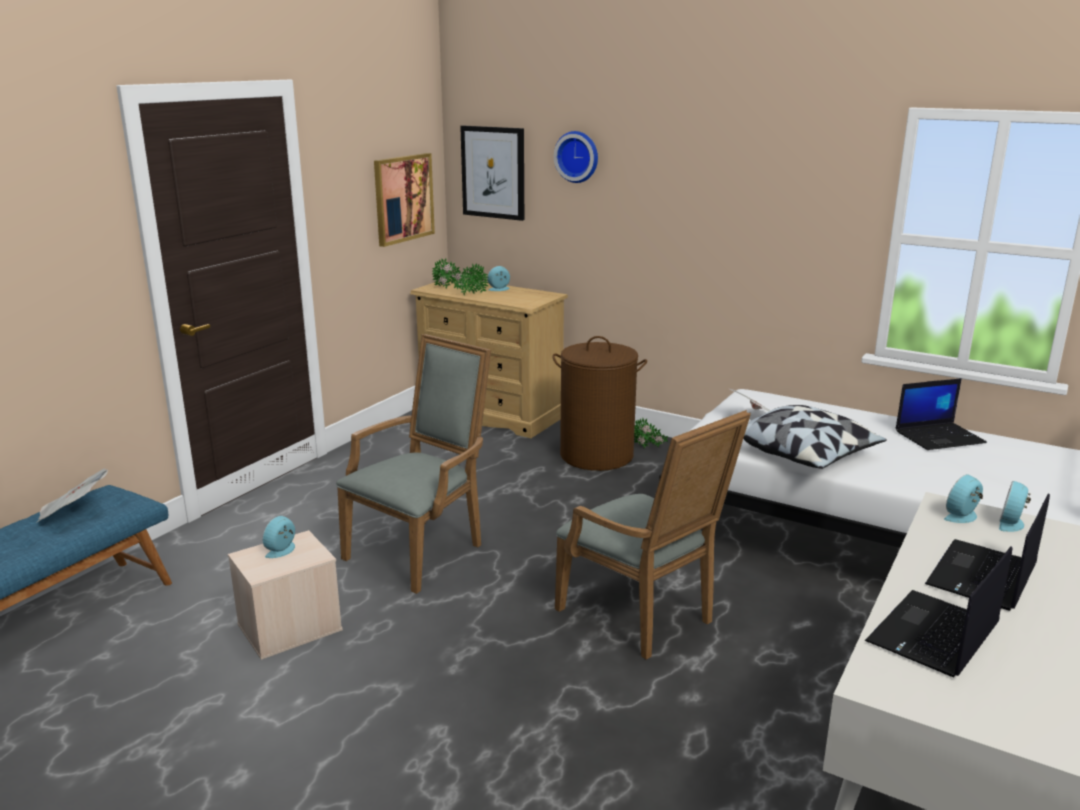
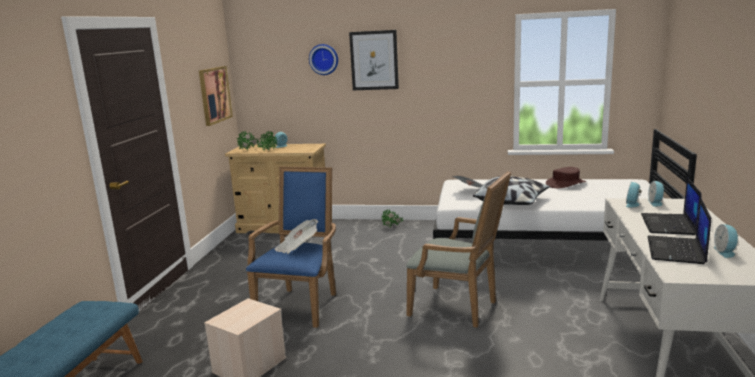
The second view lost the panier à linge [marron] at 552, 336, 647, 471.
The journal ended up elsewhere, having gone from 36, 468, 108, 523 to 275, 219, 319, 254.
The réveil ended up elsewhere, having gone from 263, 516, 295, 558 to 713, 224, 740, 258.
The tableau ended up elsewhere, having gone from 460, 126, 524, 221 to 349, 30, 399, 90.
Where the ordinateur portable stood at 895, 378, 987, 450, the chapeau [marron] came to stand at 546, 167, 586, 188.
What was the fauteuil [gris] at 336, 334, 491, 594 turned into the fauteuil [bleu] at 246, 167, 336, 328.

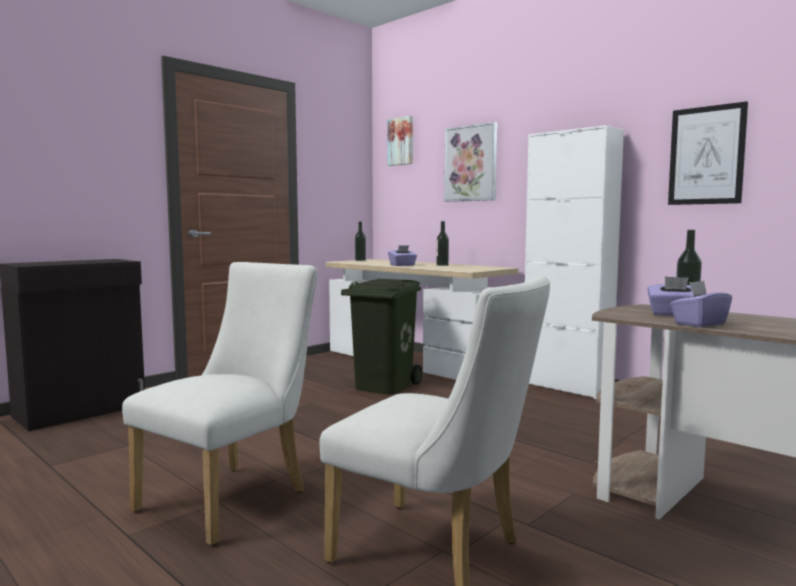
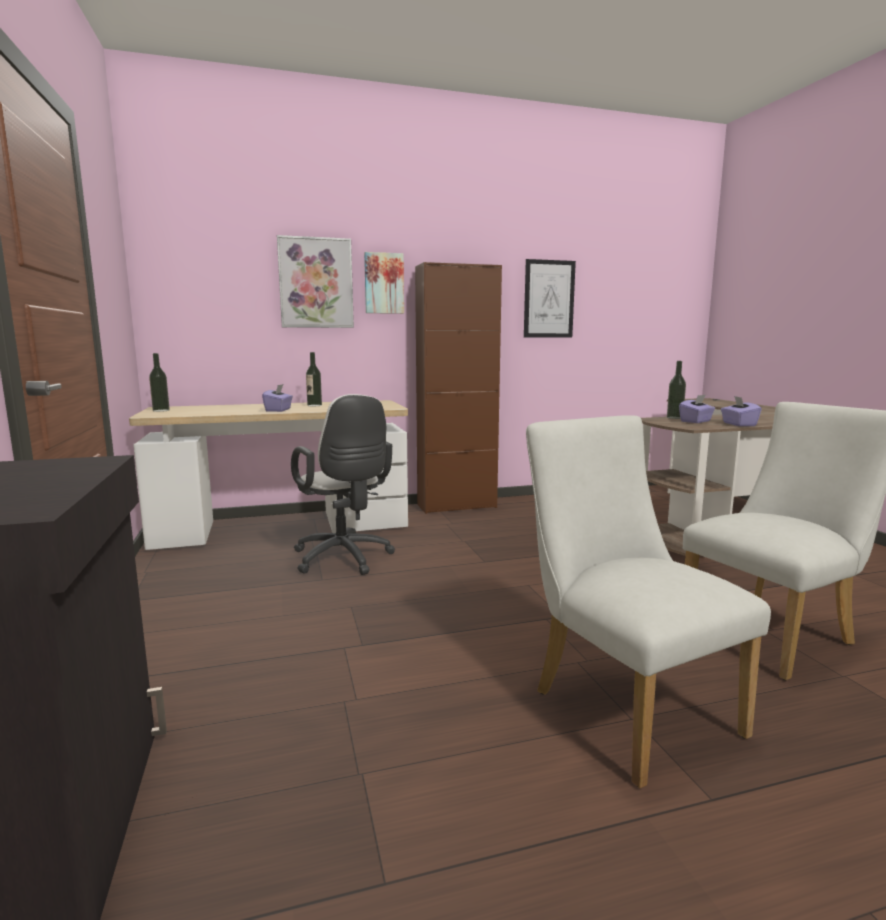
The tableau ended up elsewhere, having gone from 388, 115, 413, 166 to 364, 252, 404, 314.
Where the poubelle [vert] stood at 341, 279, 422, 395, the chaise de bureau [blanc] came to stand at 291, 394, 395, 575.
What was the meuble de rangement [blanc] at 525, 125, 624, 399 turned into the meuble de rangement [marron] at 415, 262, 502, 514.

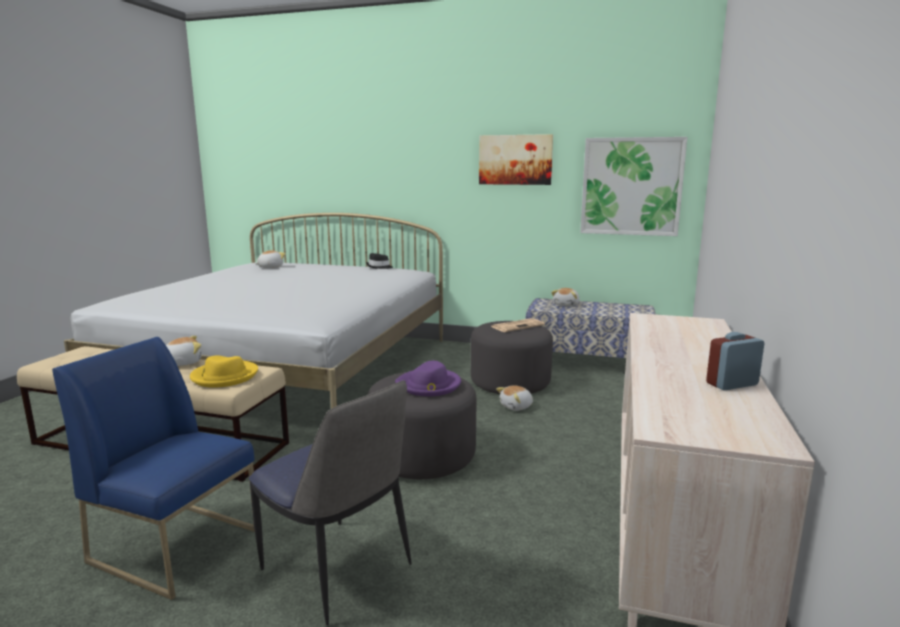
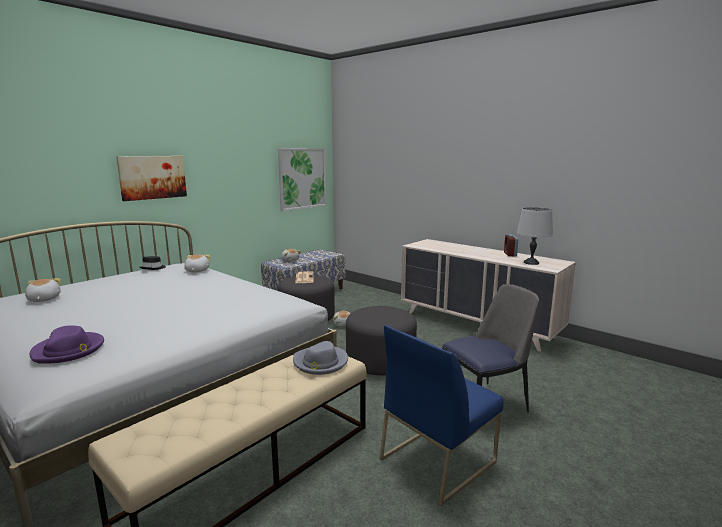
The second view gained the lampe de table [gris] at 517, 207, 553, 265.
The peluche ended up elsewhere, having gone from 166, 336, 202, 366 to 184, 255, 210, 273.
The chapeau [violet] ended up elsewhere, having gone from 395, 360, 461, 396 to 29, 325, 104, 364.
The tableau ended up elsewhere, having gone from 479, 134, 553, 185 to 116, 156, 187, 201.
What was the chapeau [jaune] at 190, 355, 258, 388 turned into the chapeau [gris] at 293, 341, 348, 375.

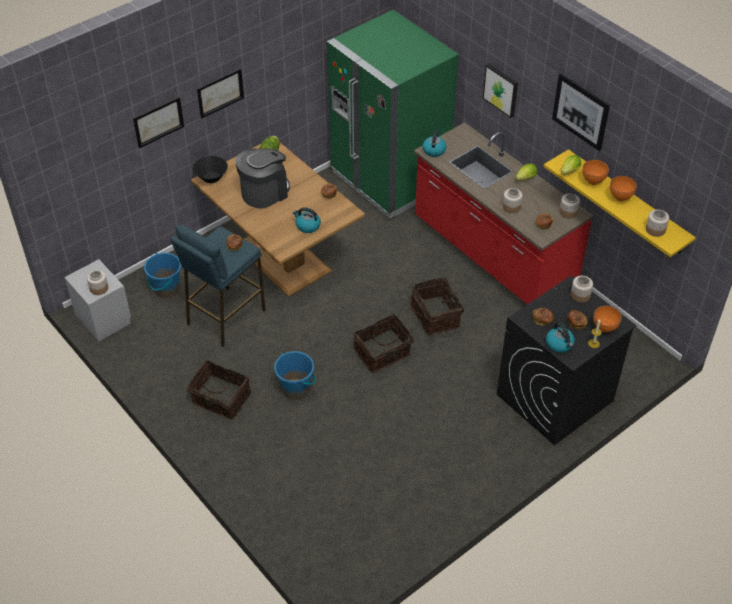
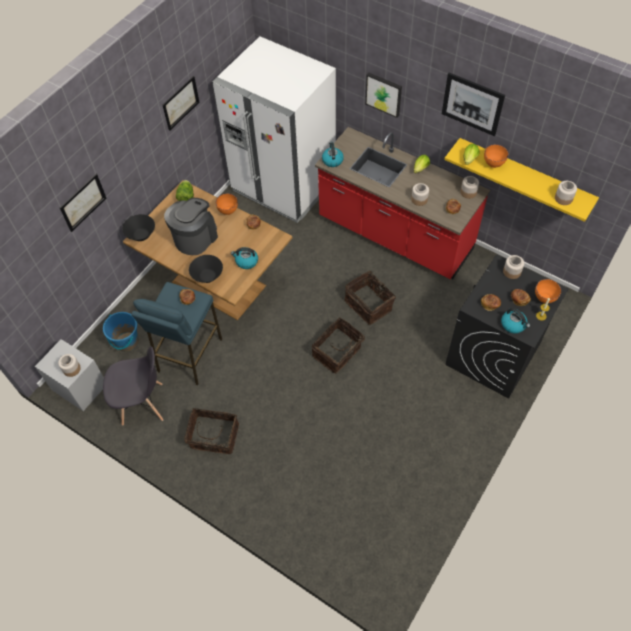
The second view lost the seau [bleu] at 274, 351, 316, 400.
The second view gained the chaise [gris] at 103, 346, 164, 426.
The second view gained the bol [noir] at 189, 255, 223, 283.
The tableau ended up elsewhere, having gone from 197, 68, 244, 119 to 163, 76, 200, 131.
The bol [orange] ended up elsewhere, having gone from 610, 176, 637, 201 to 216, 193, 238, 215.
What was the réfrigérateur [vert] at 327, 10, 459, 218 turned into the réfrigérateur [blanc] at 212, 36, 336, 223.

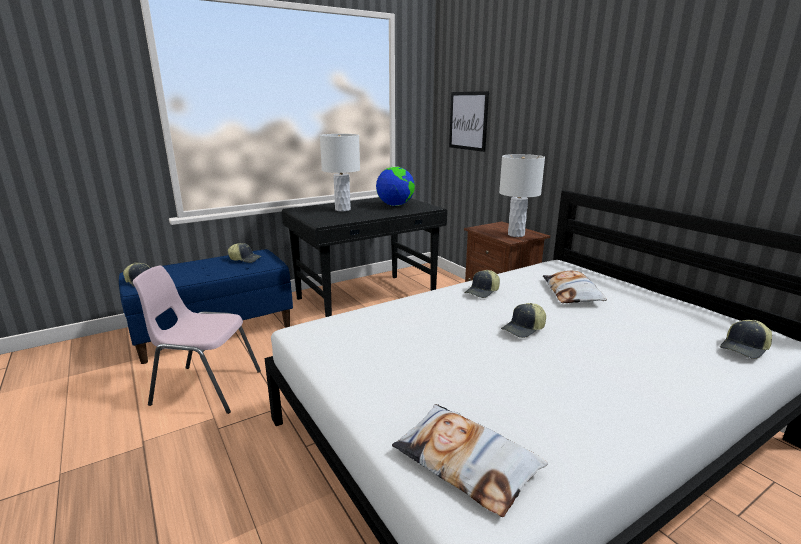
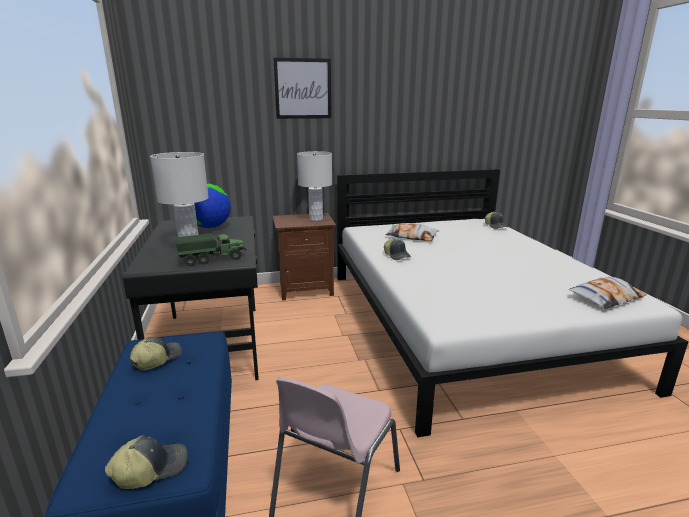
The second view lost the casquette at 501, 303, 546, 338.
The second view gained the camion jouet at 175, 233, 247, 266.
The tableau ended up elsewhere, having gone from 449, 91, 489, 152 to 273, 58, 331, 119.

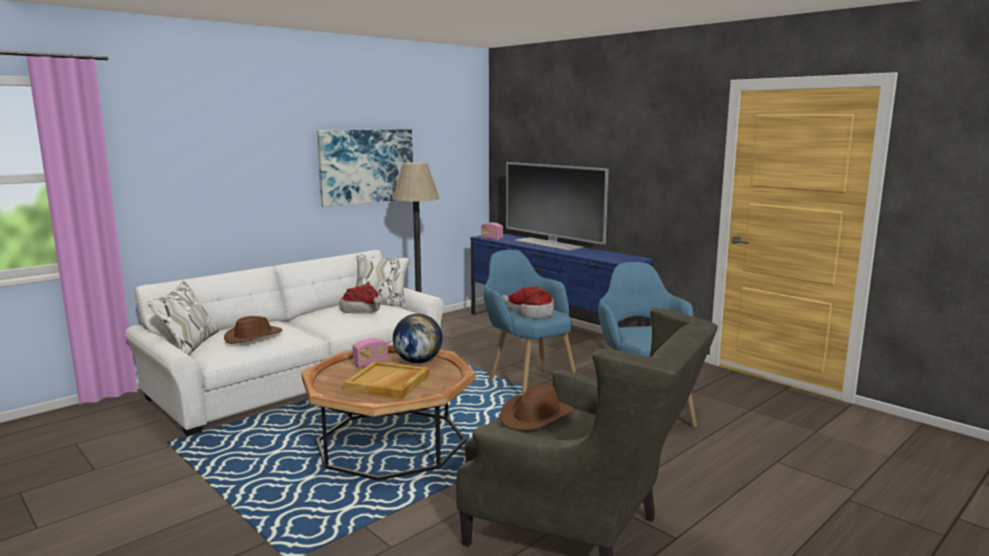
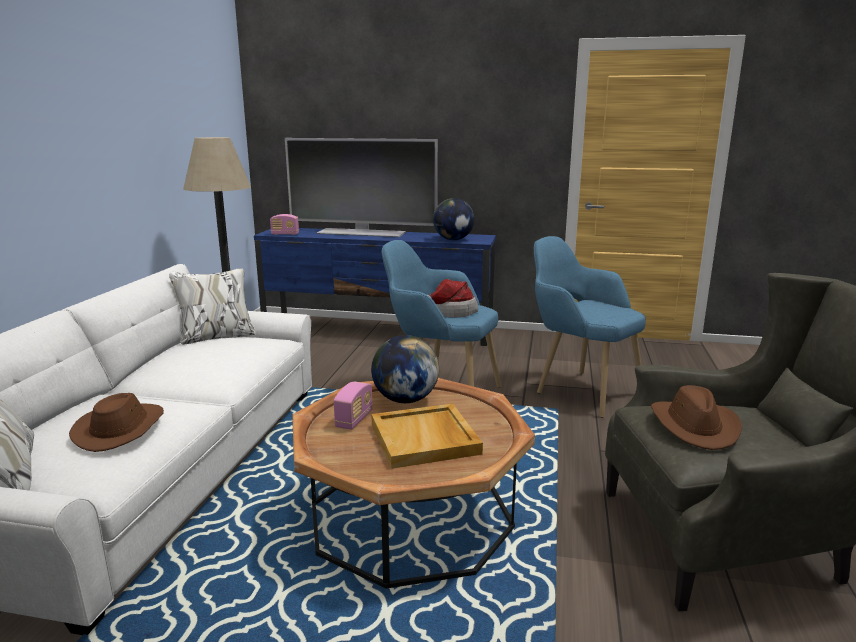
The second view lost the tableau at 317, 129, 413, 207.
The second view lost the chapeau at 339, 283, 381, 313.
The second view gained the globe at 433, 198, 475, 240.

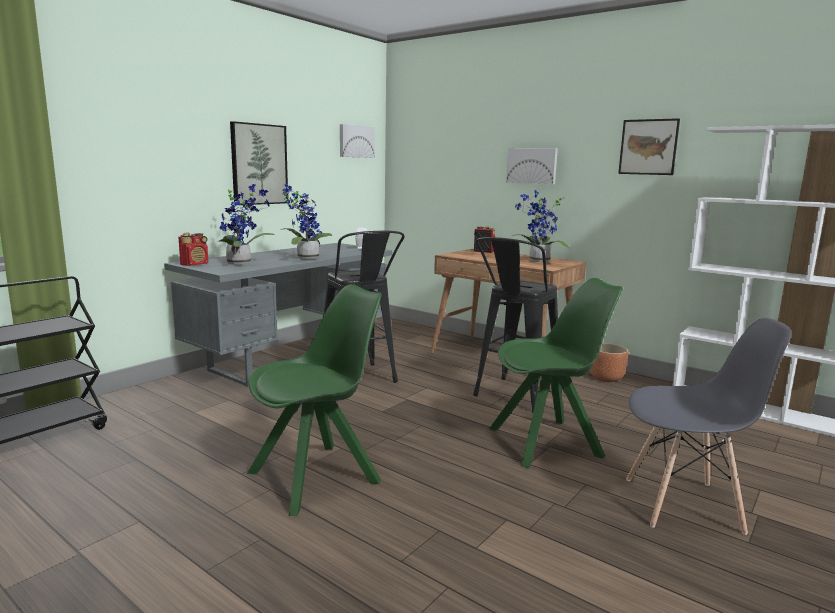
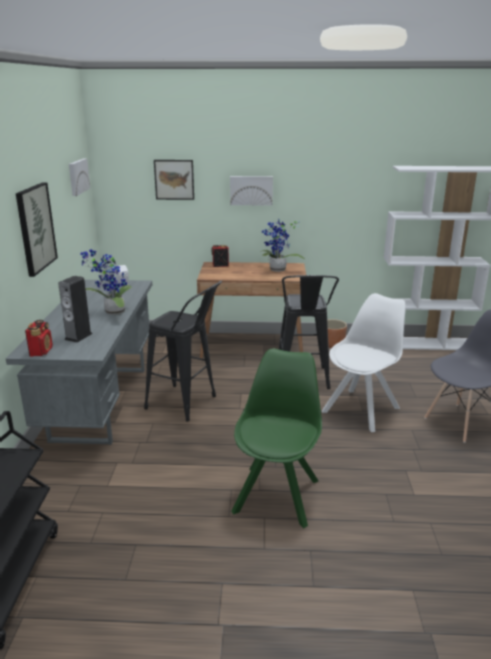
The tableau ended up elsewhere, having gone from 618, 118, 680, 175 to 154, 160, 194, 200.
Where the plante en pot stood at 217, 184, 275, 265, the enceinte came to stand at 58, 276, 93, 343.
What was the chaise [vert] at 489, 278, 623, 468 turned into the chaise [blanc] at 322, 293, 406, 432.

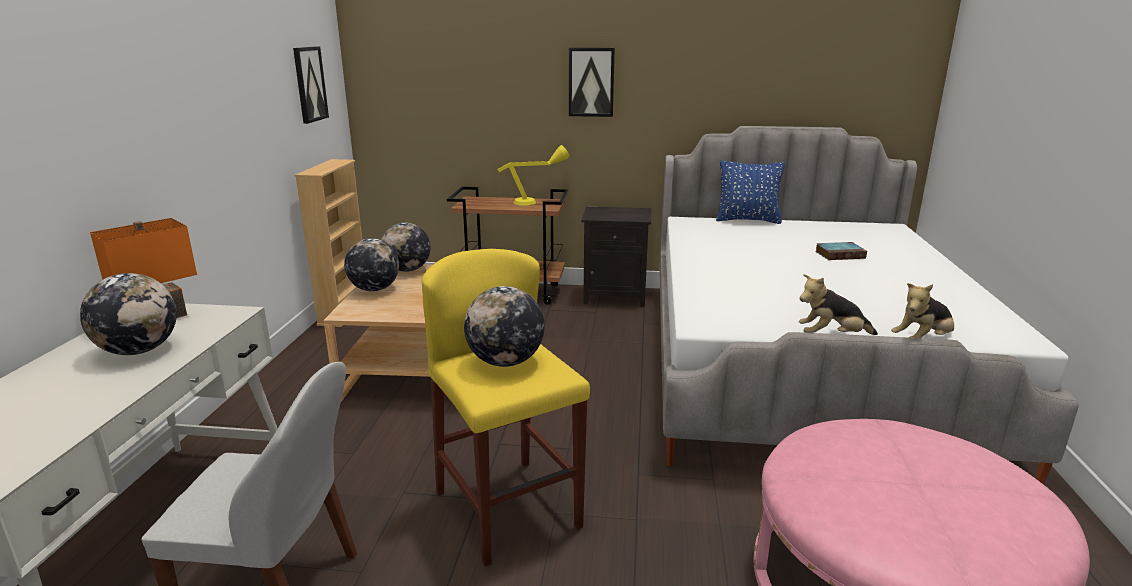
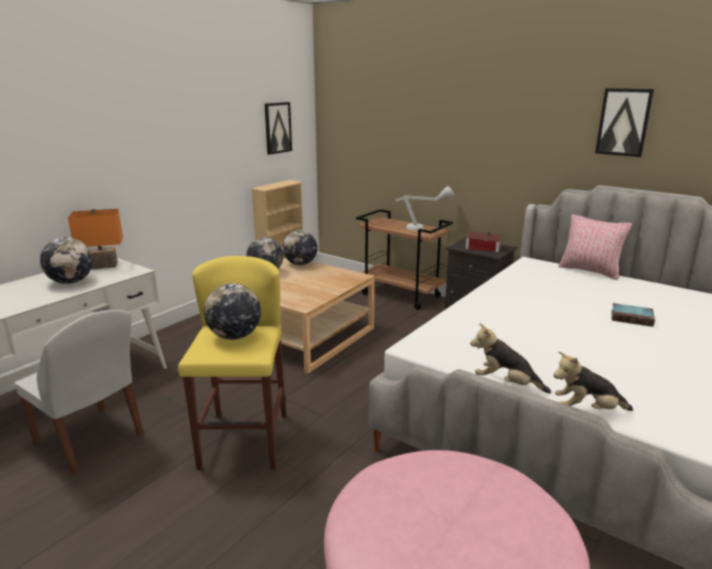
The second view gained the maison miniature at 466, 231, 502, 252.
The tableau ended up elsewhere, having gone from 569, 48, 615, 117 to 595, 88, 654, 157.
What was the lampe de table [jaune] at 497, 145, 570, 206 turned into the lampe de table [gris] at 395, 186, 454, 230.
What was the coussin [bleu] at 716, 160, 785, 224 turned into the coussin [rose] at 559, 214, 632, 280.

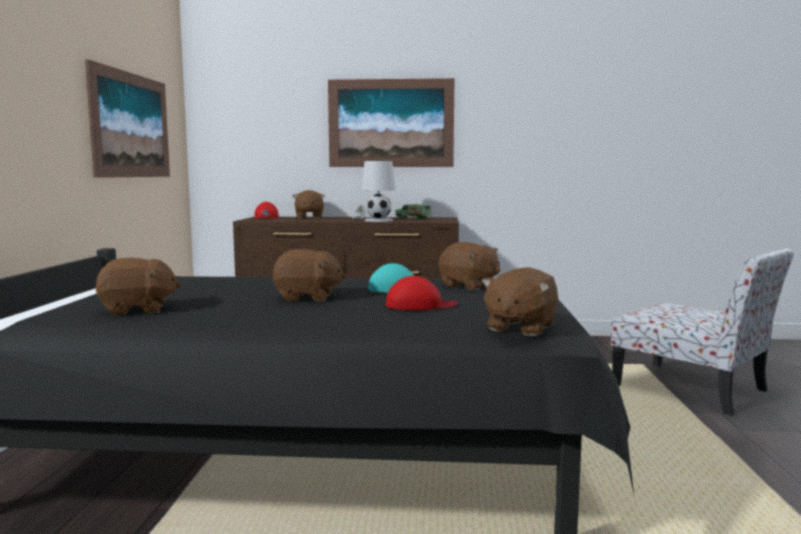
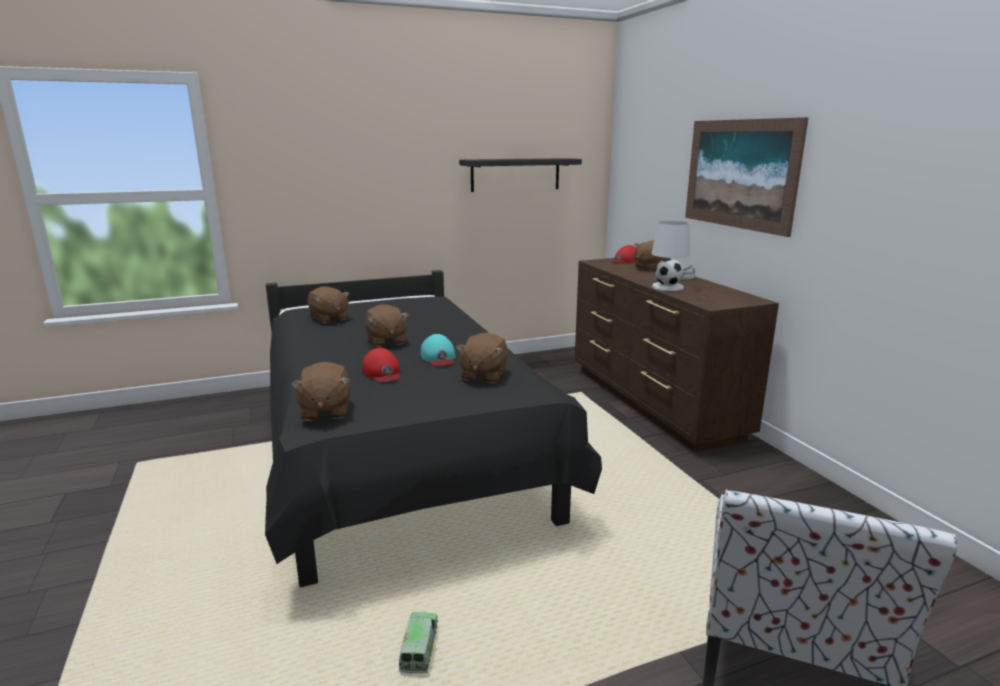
The camion jouet ended up elsewhere, having gone from 395, 204, 431, 219 to 399, 612, 438, 673.
Where the tableau hung at 85, 59, 170, 178, the étagère [noir] came to hang at 459, 158, 582, 192.
The peluche [marron] at 481, 267, 558, 336 ended up facing another way, 105 degrees counterclockwise from before.

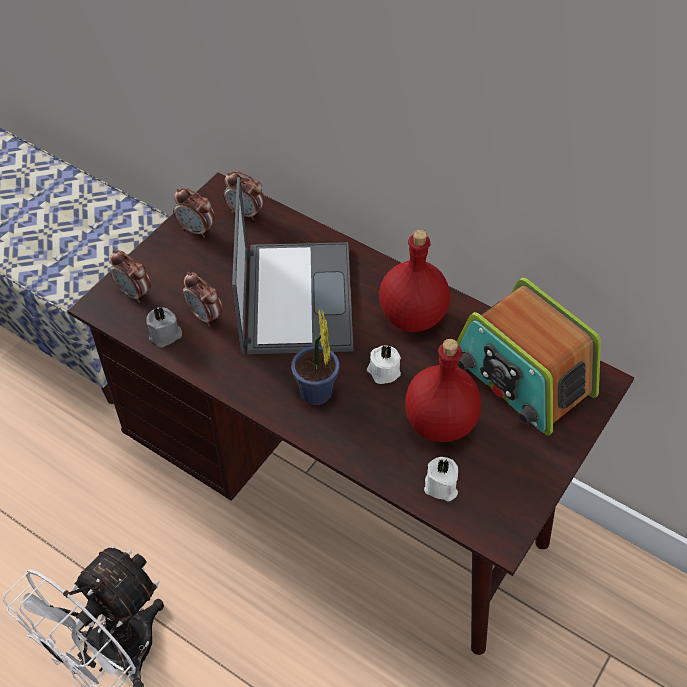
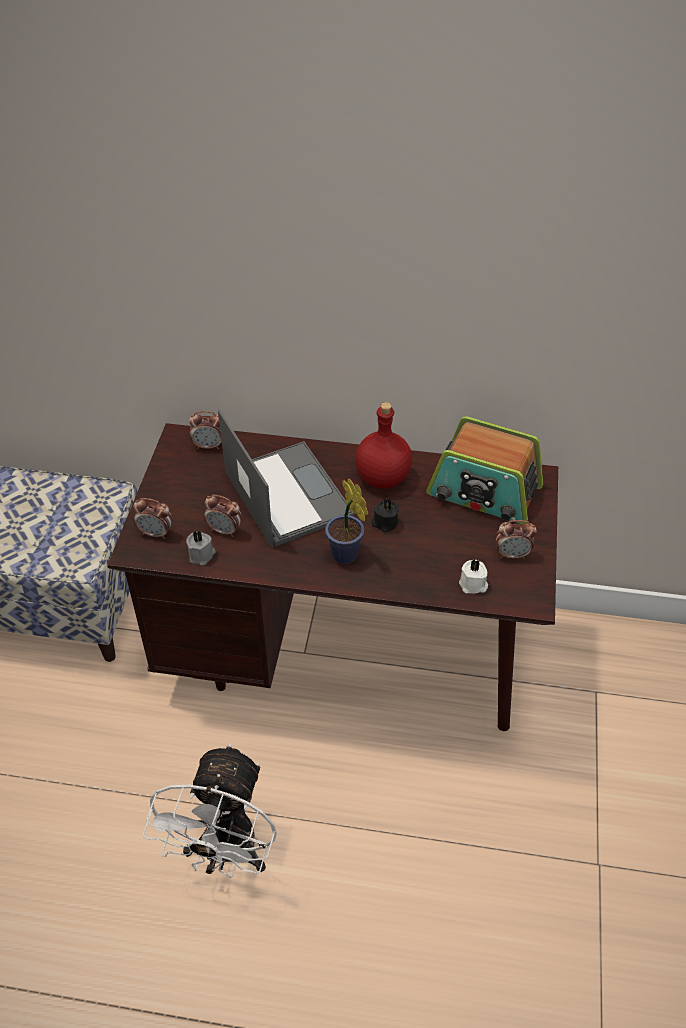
The second view lost the bouteille [rouge] at 405, 339, 481, 442.
The réveil ended up elsewhere, having gone from 173, 188, 215, 238 to 496, 520, 537, 559.
What was the bougie [blanc] at 367, 345, 401, 384 turned into the bougie [noir] at 372, 498, 399, 532.

